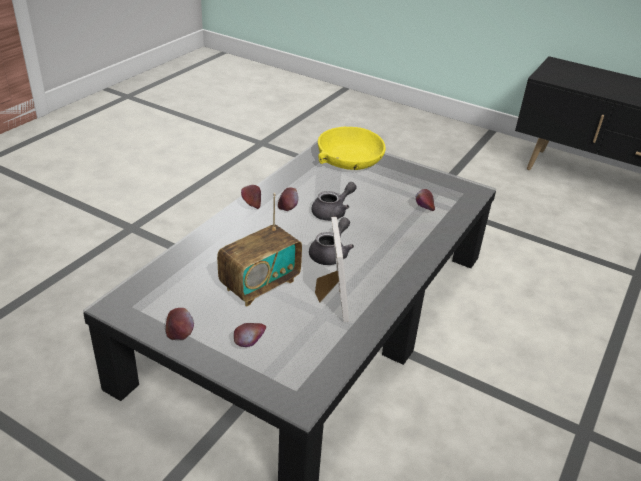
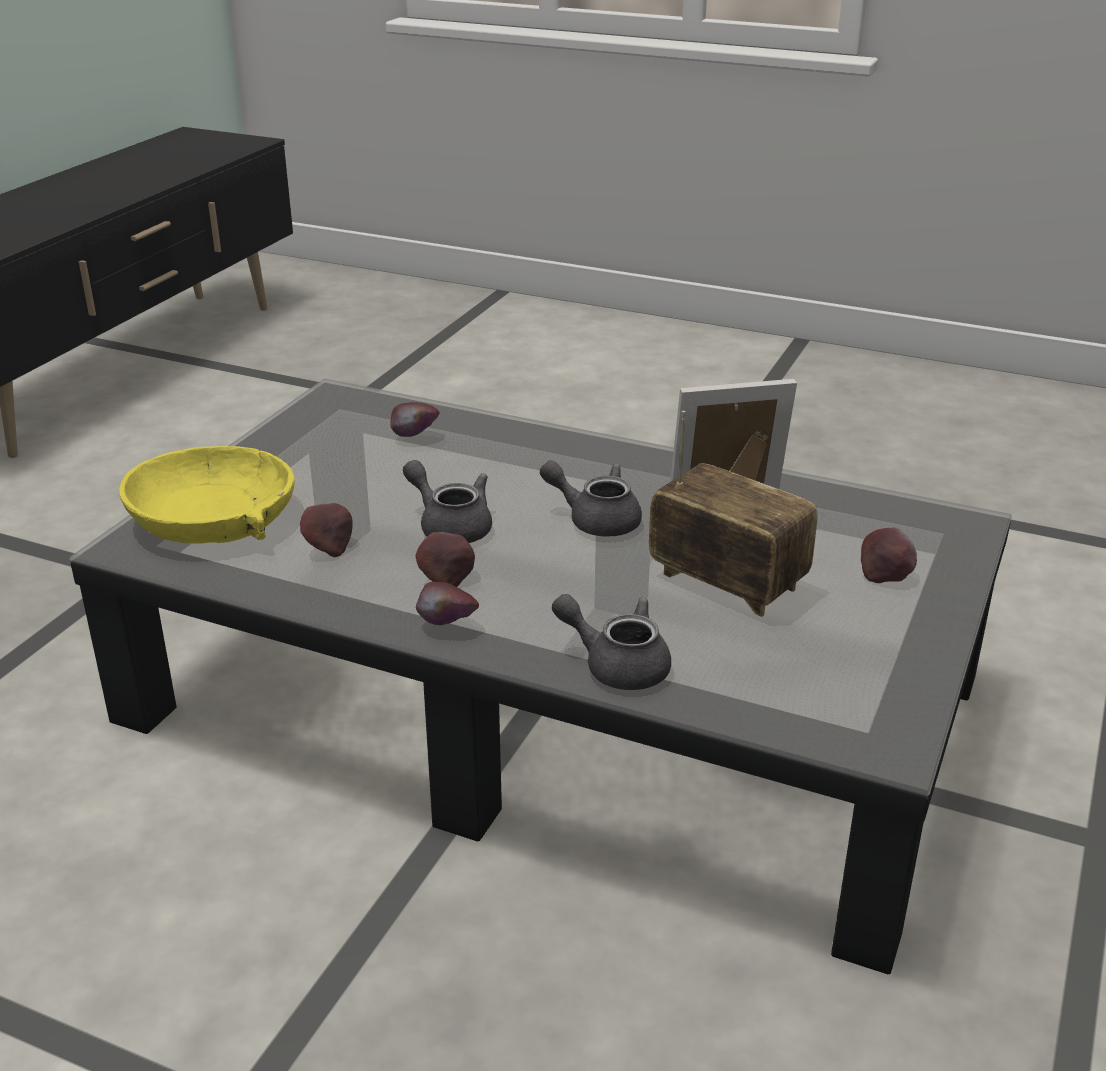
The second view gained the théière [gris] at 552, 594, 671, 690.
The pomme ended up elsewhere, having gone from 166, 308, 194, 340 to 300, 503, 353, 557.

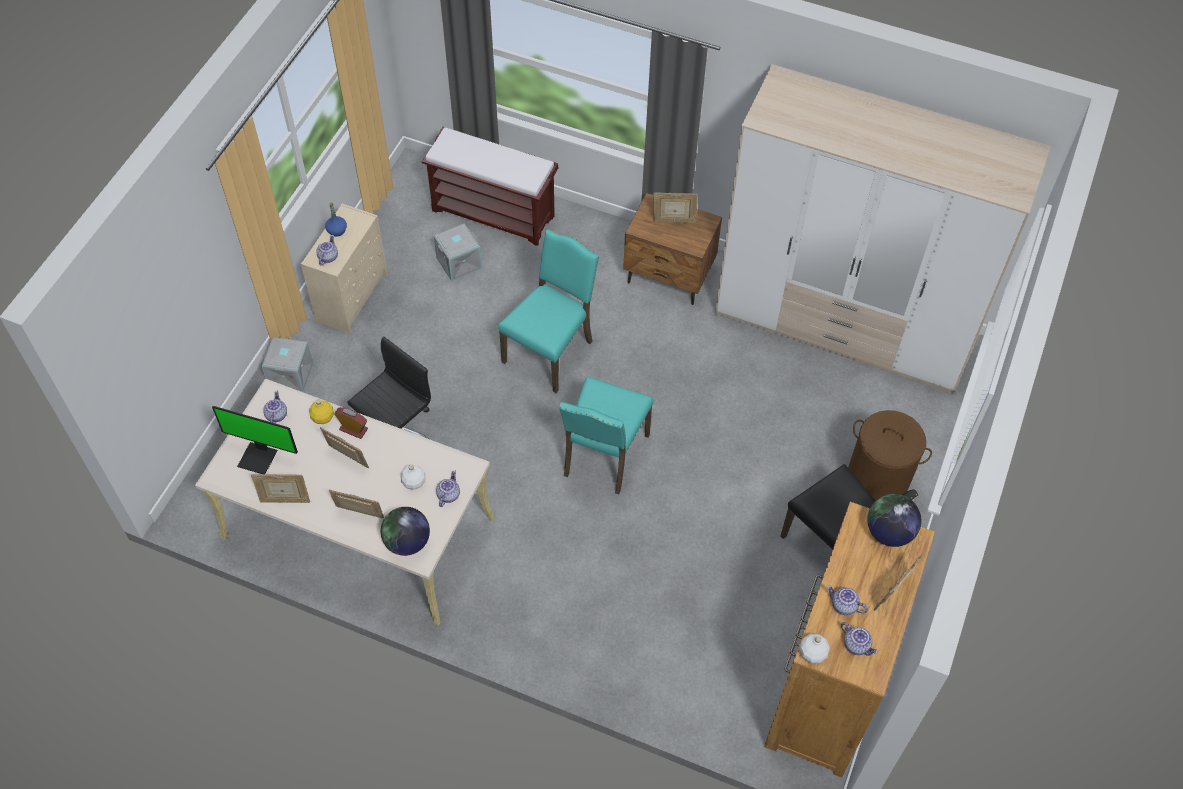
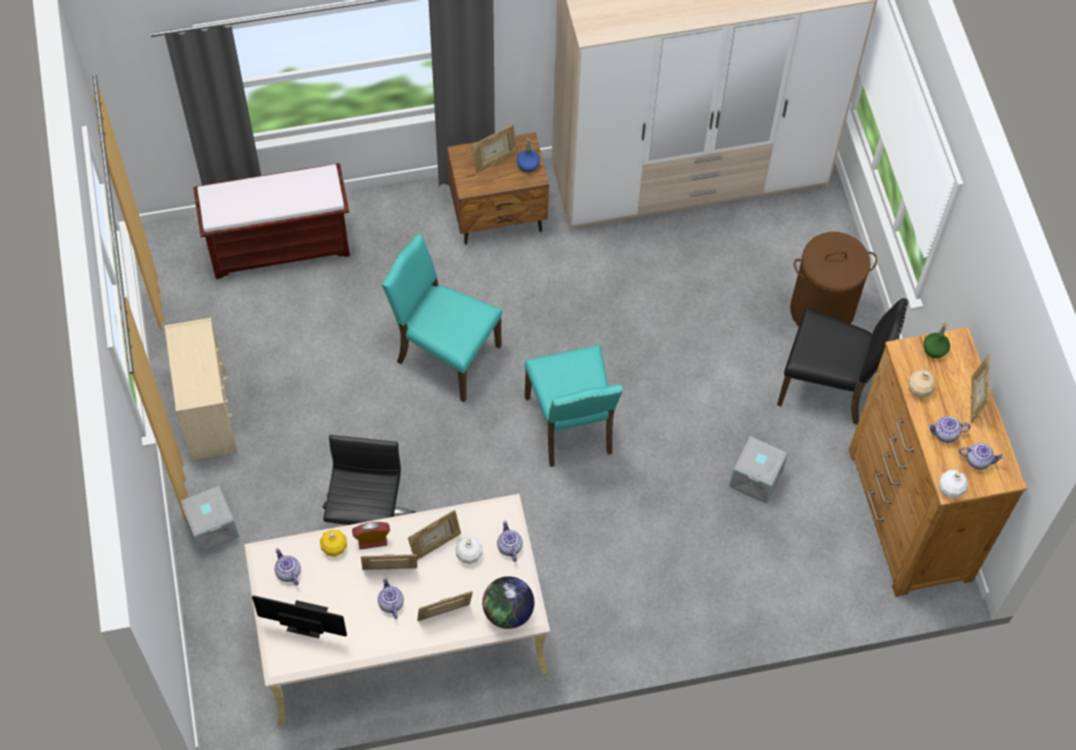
The second view gained the bouteille [beige] at 908, 370, 936, 398.
The cadre photo ended up elsewhere, having gone from 251, 474, 310, 503 to 408, 510, 461, 560.
The théière ended up elsewhere, having gone from 316, 235, 338, 266 to 378, 577, 404, 619.
The bouteille [bleu] ended up elsewhere, having gone from 325, 203, 347, 237 to 517, 138, 540, 172.
The boîte de rangement [gris] ended up elsewhere, having gone from 434, 223, 482, 281 to 729, 436, 788, 504.
Where the globe stood at 867, 494, 921, 547, the bouteille [vert] came to stand at 923, 323, 950, 358.
The écran d'ordinateur at 212, 406, 298, 474 ended up facing another way, 150 degrees counterclockwise from before.
The chaise [turquoise] at 498, 229, 599, 393 ended up facing another way, 60 degrees counterclockwise from before.

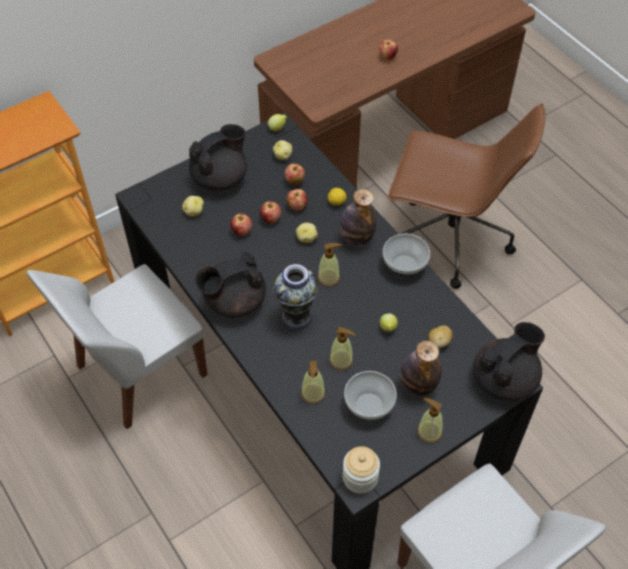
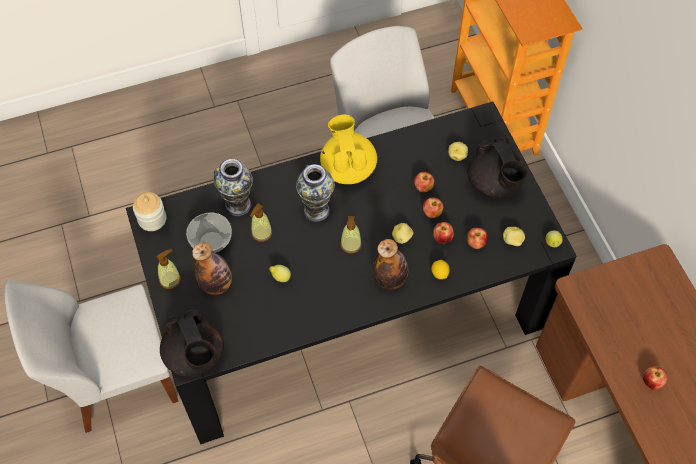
The second view lost the bol at 383, 234, 430, 276.
The second view lost the pomme de terre at 429, 325, 453, 348.
Where the distributeur de savon stood at 301, 361, 326, 404, the vase came to stand at 214, 159, 253, 216.
What was the théière [noir] at 195, 252, 266, 318 turned into the théière [jaune] at 320, 115, 377, 184.

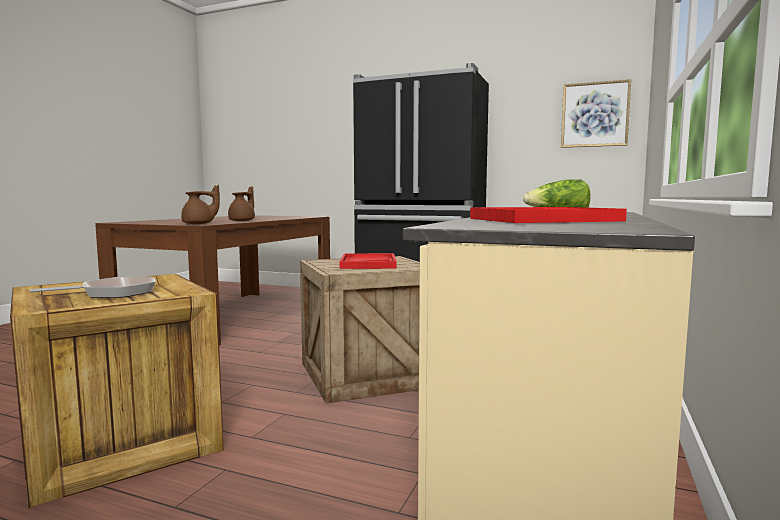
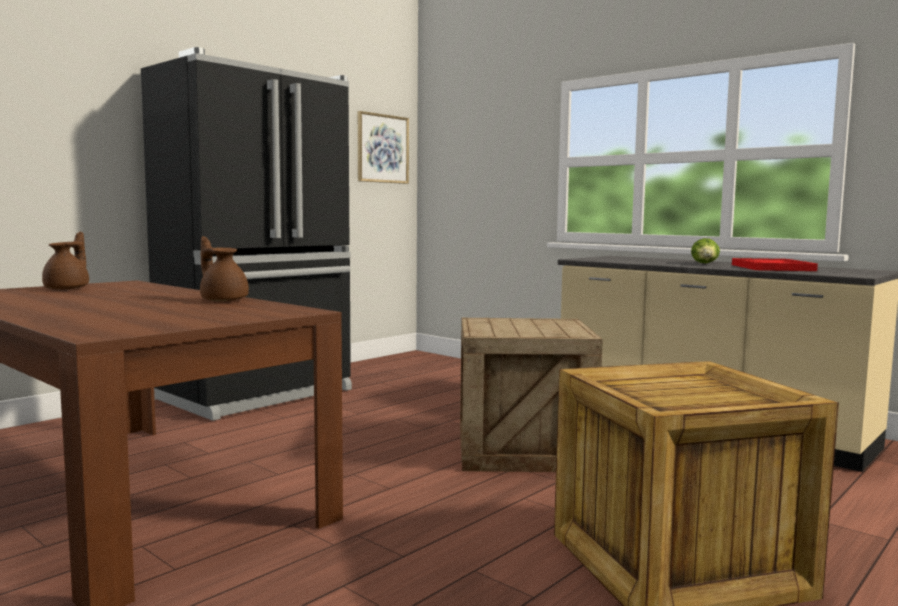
The second view lost the poêle at 30, 277, 156, 298.
The second view lost the plateau [rouge] at 340, 253, 397, 269.
The théière [marron] ended up elsewhere, having gone from 181, 185, 220, 224 to 42, 232, 89, 290.

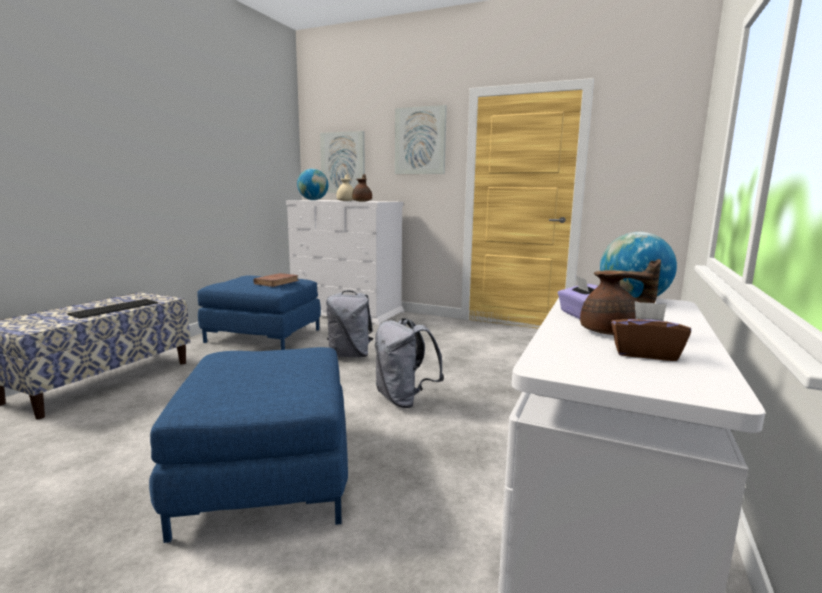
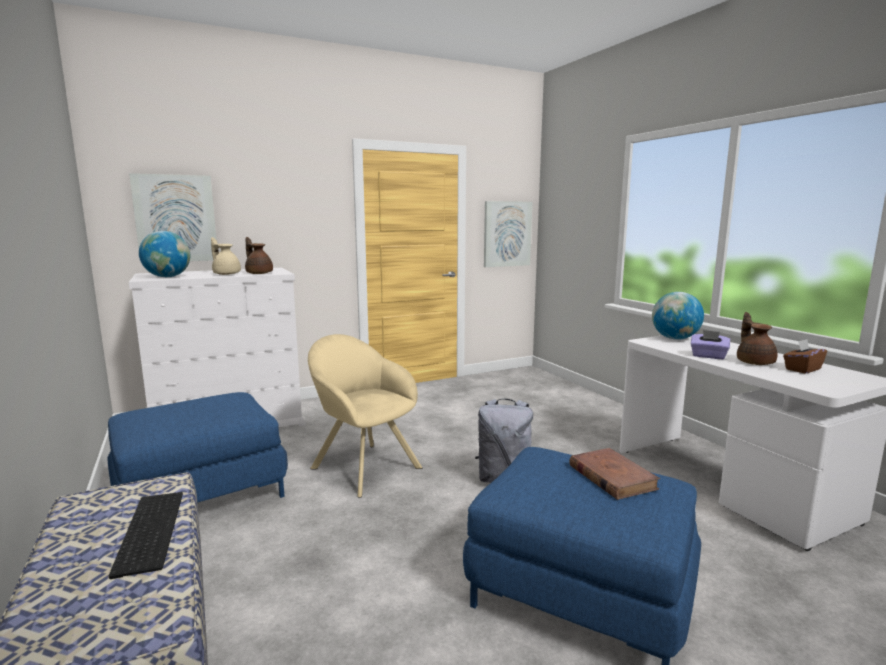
The livre [marron] ended up elsewhere, having gone from 253, 273, 300, 287 to 569, 448, 660, 500.
The tableau ended up elsewhere, having gone from 395, 105, 447, 174 to 484, 201, 532, 267.
Where the sac à dos [gris] stood at 326, 291, 373, 357, the fauteuil [beige] came to stand at 308, 334, 423, 498.
The théière [marron] at 580, 259, 661, 335 ended up facing another way, 45 degrees counterclockwise from before.

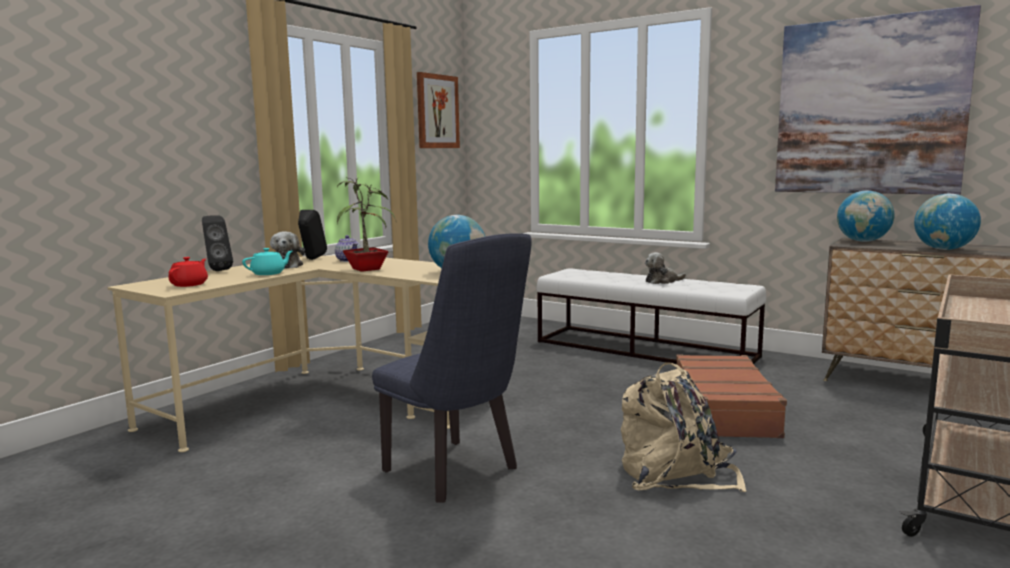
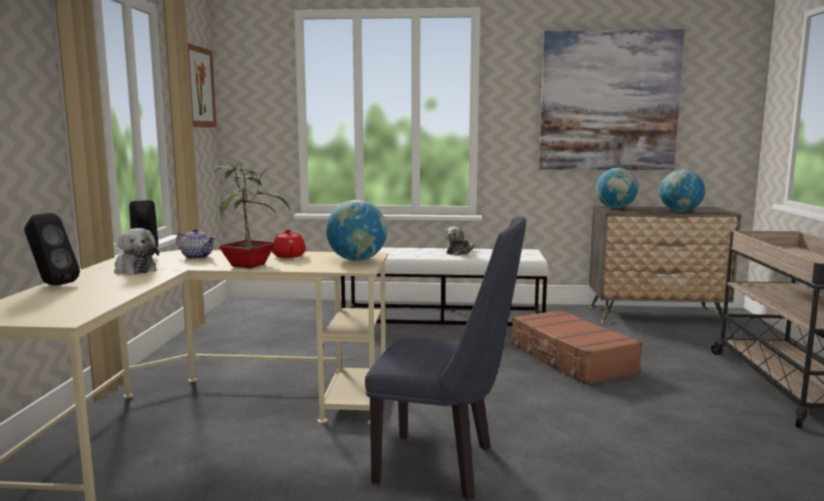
The second view lost the théière [turquoise] at 242, 248, 292, 275.
The second view lost the sac à dos [beige] at 621, 362, 747, 492.
The théière [rouge] ended up elsewhere, having gone from 169, 257, 208, 287 to 272, 230, 306, 258.

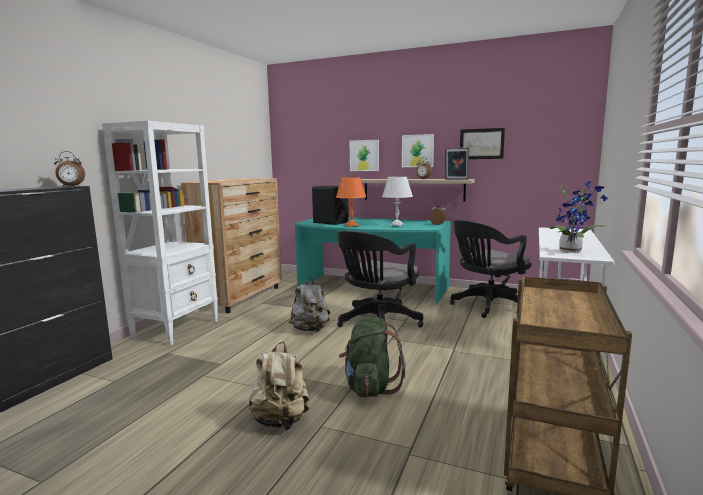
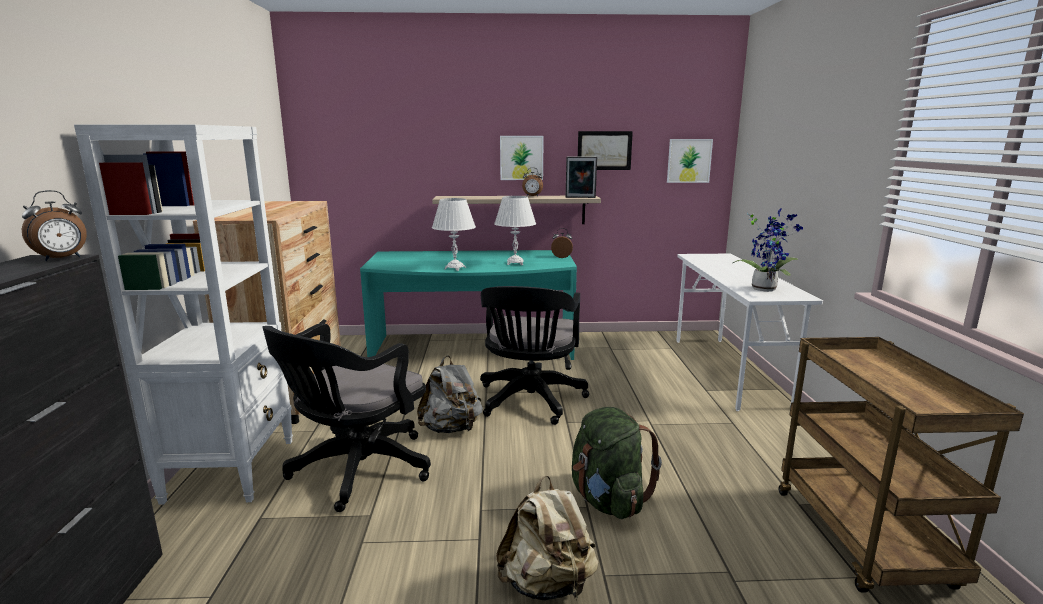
The second view lost the enceinte [noir] at 312, 186, 349, 225.
The tableau ended up elsewhere, having gone from 350, 140, 379, 171 to 667, 139, 713, 183.
The chaise de bureau [noir] ended up elsewhere, having gone from 450, 220, 531, 318 to 262, 323, 431, 512.
What was the lampe de table [orange] at 336, 177, 366, 227 turned into the lampe de table [blanc] at 432, 198, 476, 271.

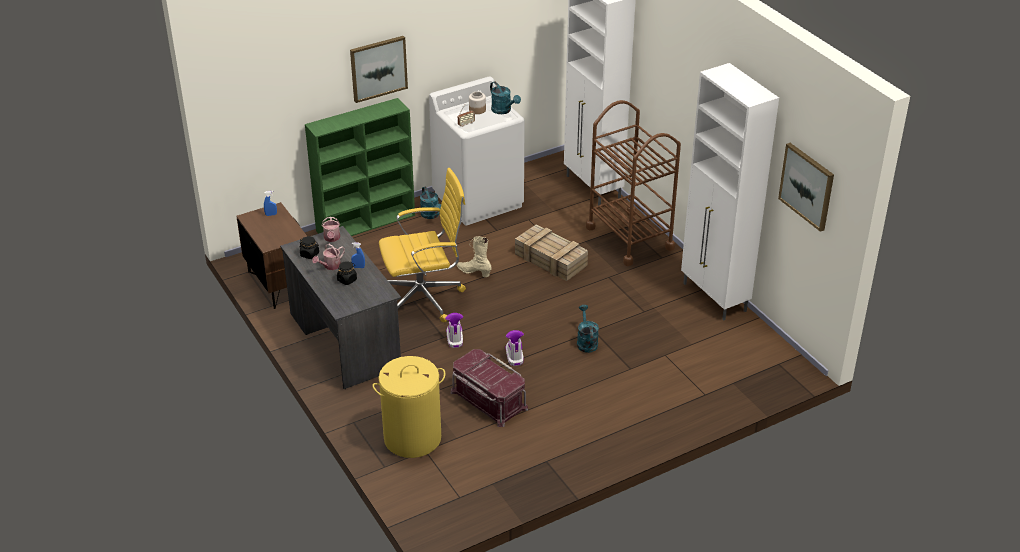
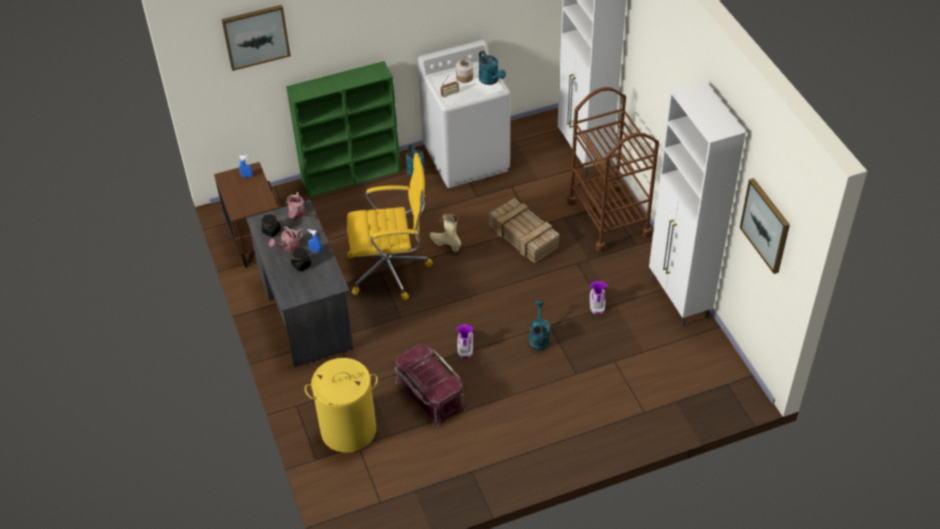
The tableau ended up elsewhere, having gone from 350, 36, 408, 103 to 222, 5, 291, 71.
The botte ended up elsewhere, having gone from 445, 313, 463, 348 to 589, 281, 608, 314.

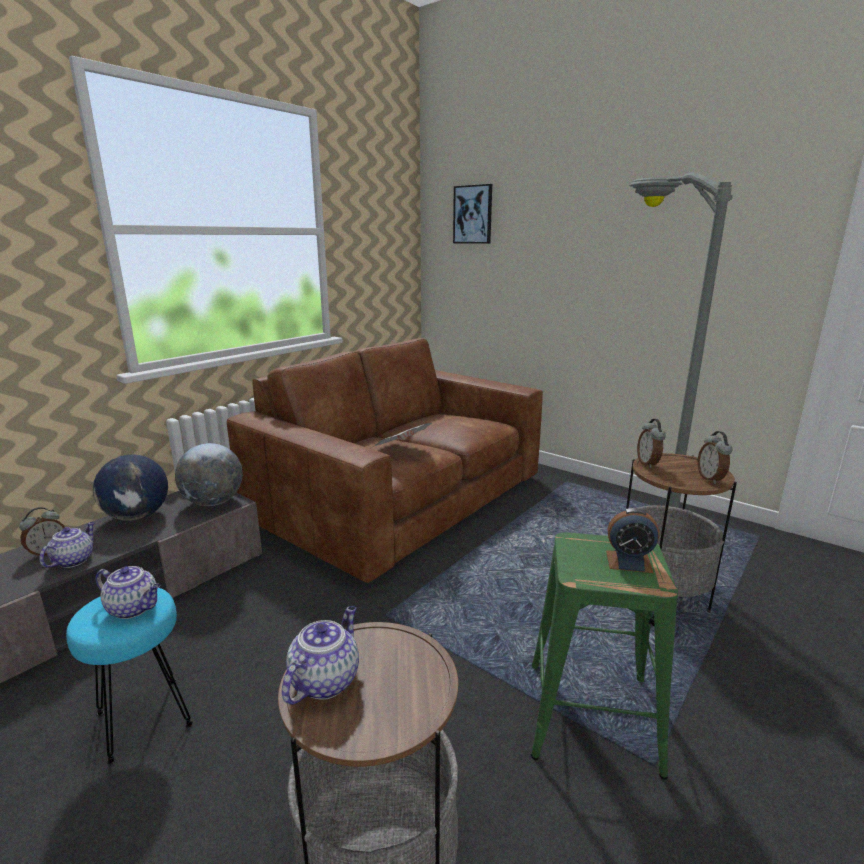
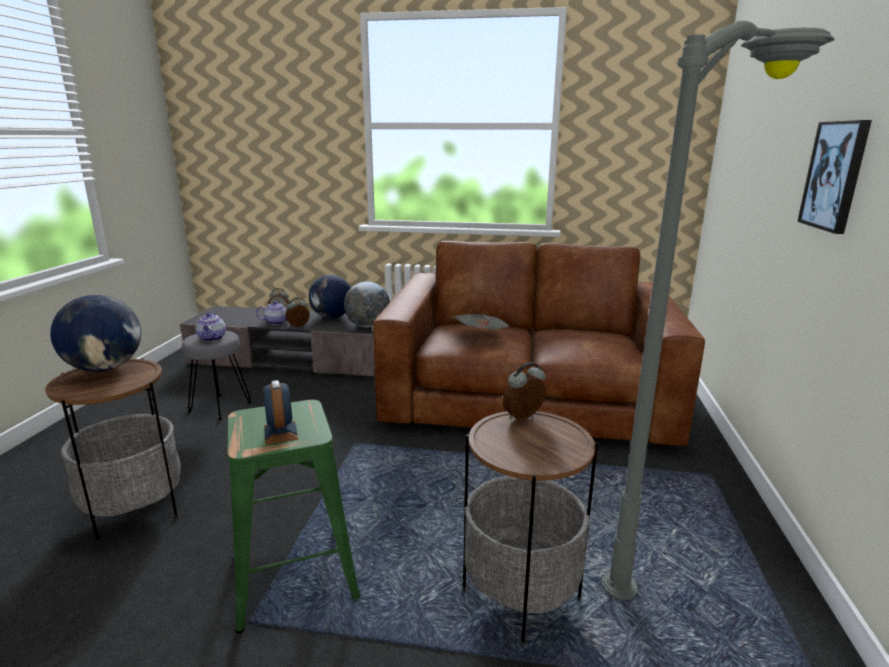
The tableau ended up elsewhere, having gone from 453, 184, 492, 244 to 797, 120, 872, 234.
The réveil ended up elsewhere, having gone from 698, 431, 733, 484 to 286, 297, 310, 327.
Where the théière stood at 282, 606, 359, 705, the globe came to stand at 50, 295, 141, 372.
What was the tabouret [turquoise] at 66, 588, 193, 764 turned into the tabouret [gris] at 182, 331, 252, 421.

